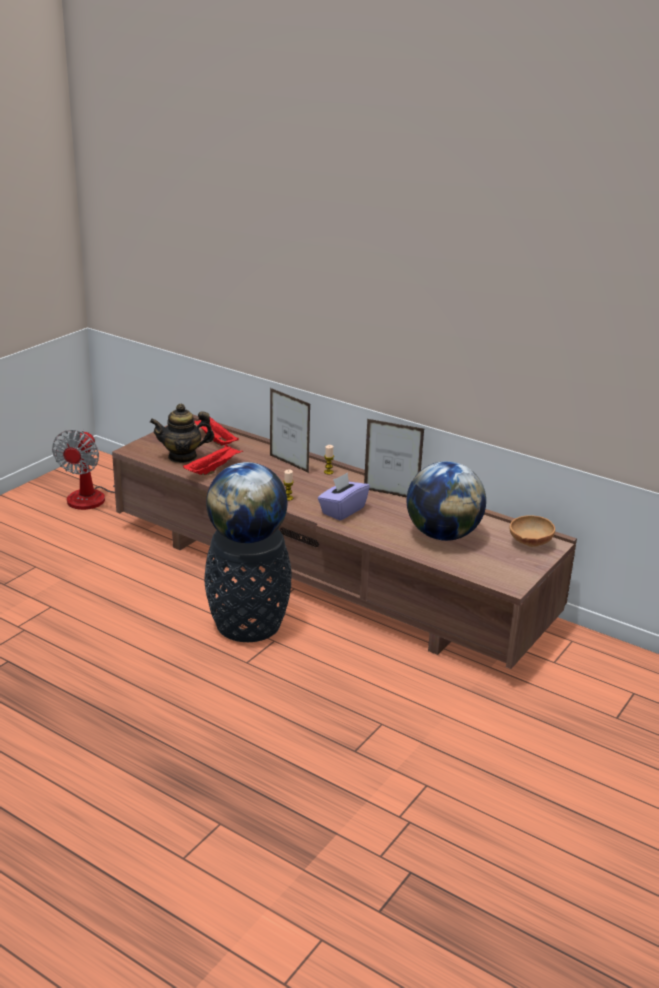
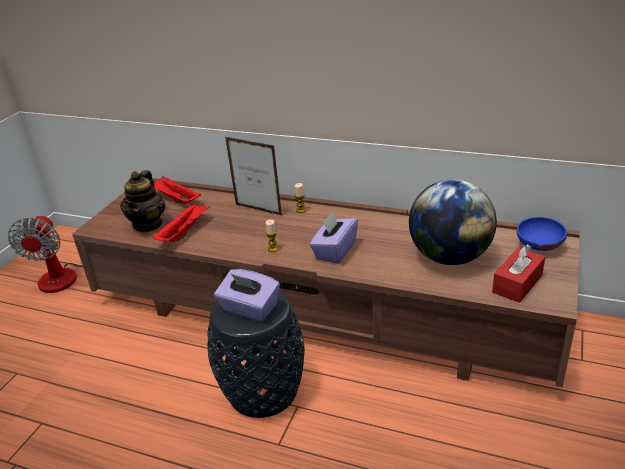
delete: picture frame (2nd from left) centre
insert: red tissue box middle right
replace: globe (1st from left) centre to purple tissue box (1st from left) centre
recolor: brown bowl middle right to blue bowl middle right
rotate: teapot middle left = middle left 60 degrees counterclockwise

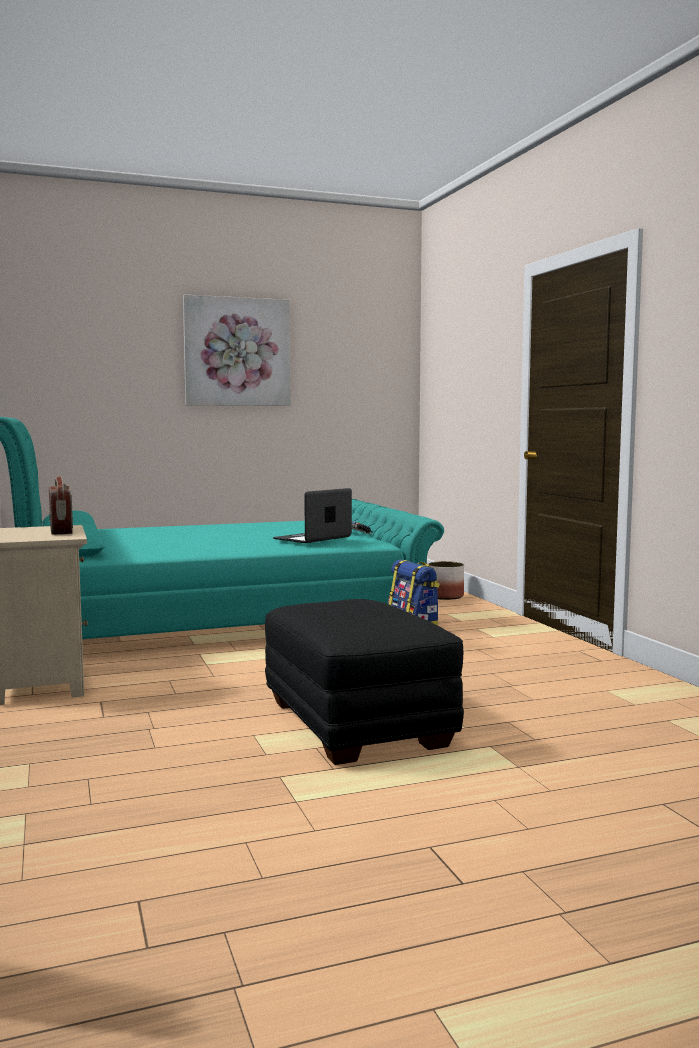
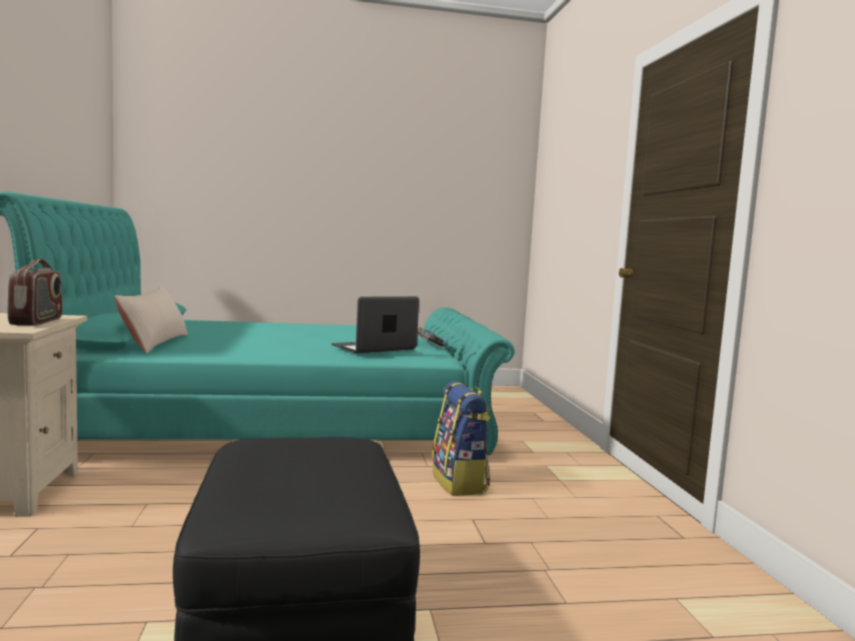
delete: picture centre; planter centre
insert: beige pillow middle left

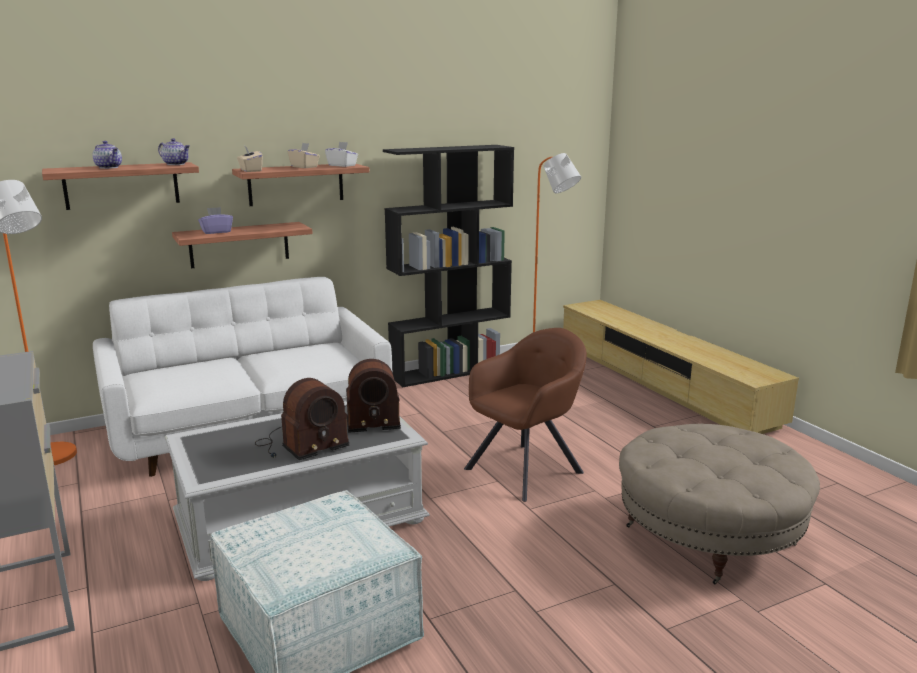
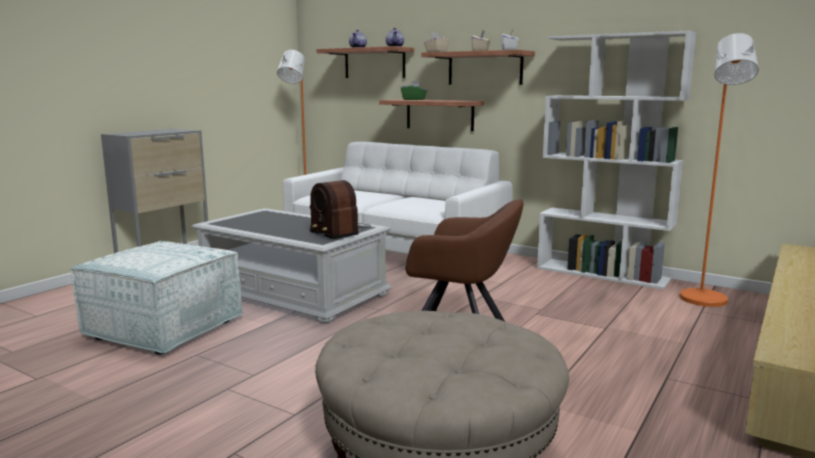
delete: radio (1st from left) middle left
recolor: black bookcase centre to white bookcase middle right; purple tissue box top left to green tissue box top centre

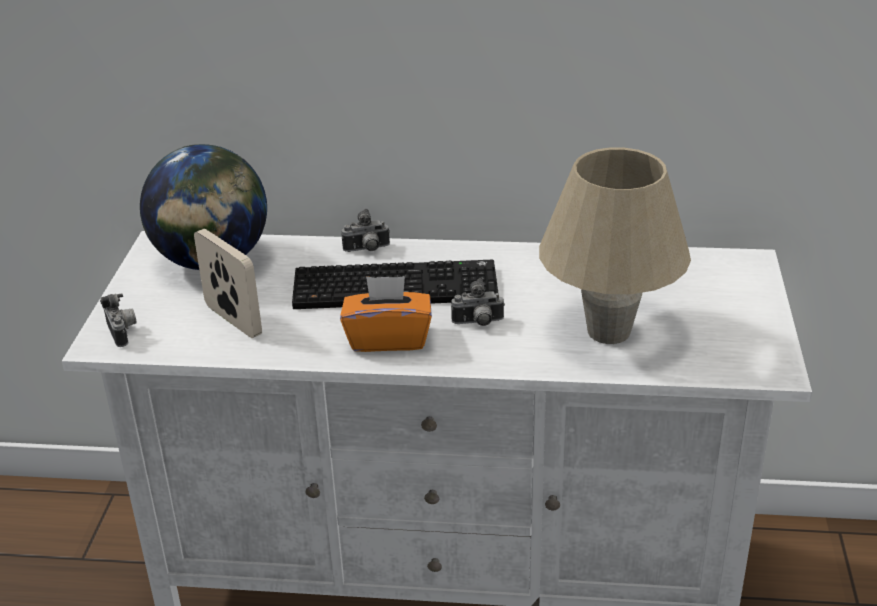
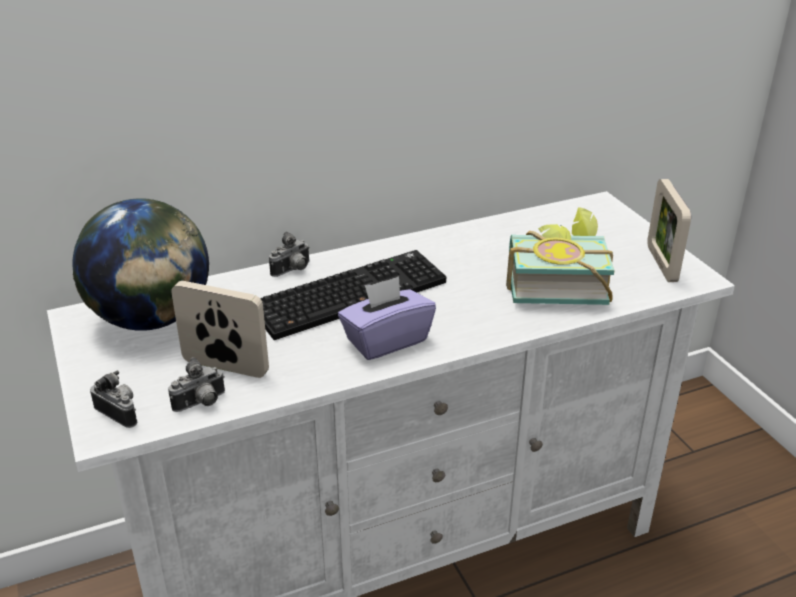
insert: picture frame (2nd from left) middle right
move: photo camera (3rd from left in the first image) centre to photo camera (2nd from left) middle left
replace: beige table lamp middle right to book middle right
recolor: orange tissue box centre to purple tissue box centre

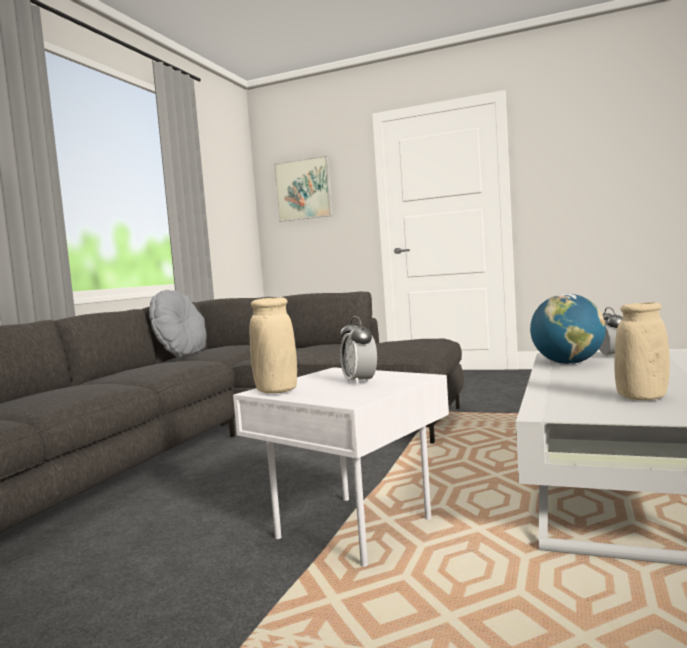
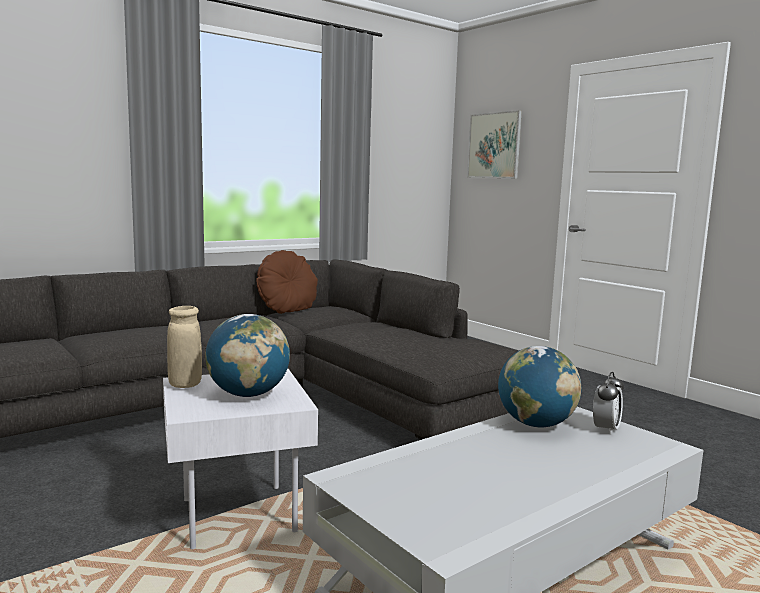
delete: beige vase (2nd from left) middle right
replace: alarm clock (1st from left) centre to globe (1st from left) middle left
recolor: grey pillow middle left to brown pillow centre

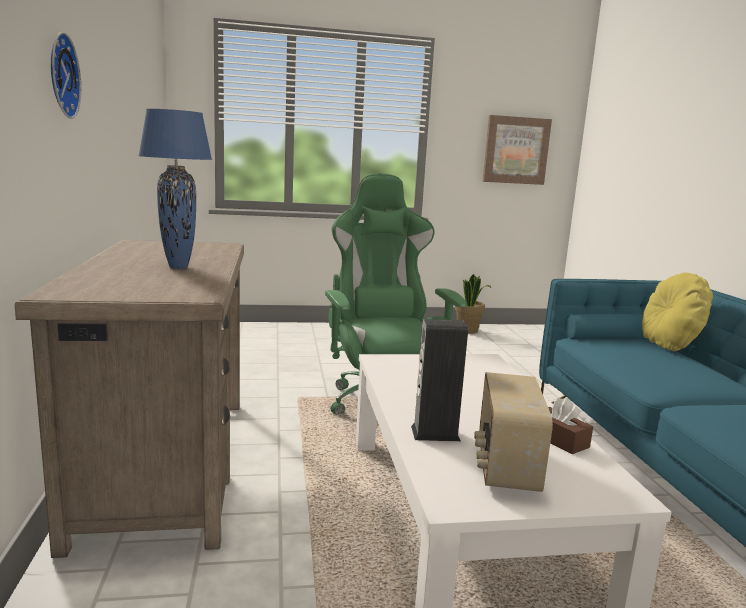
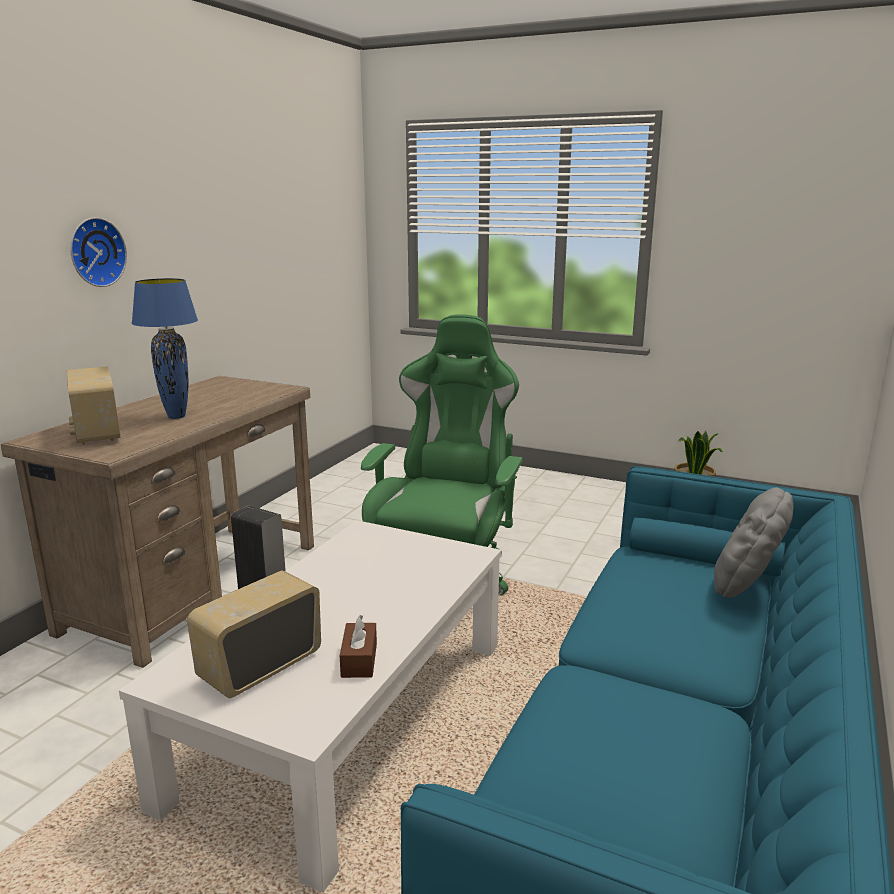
delete: picture top right
insert: radio (1st from left) middle left
recolor: yellow pillow middle right to grey pillow middle right

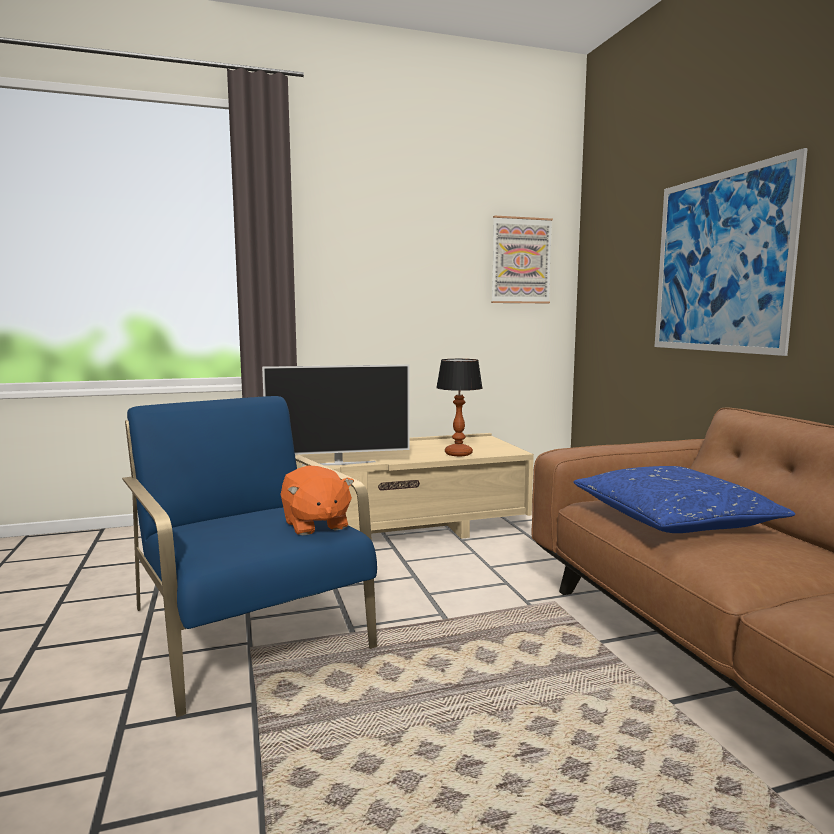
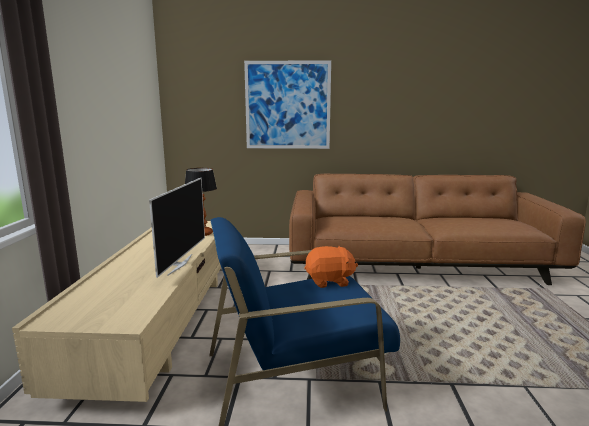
delete: picture (1st from left) top centre; blue pillow middle right

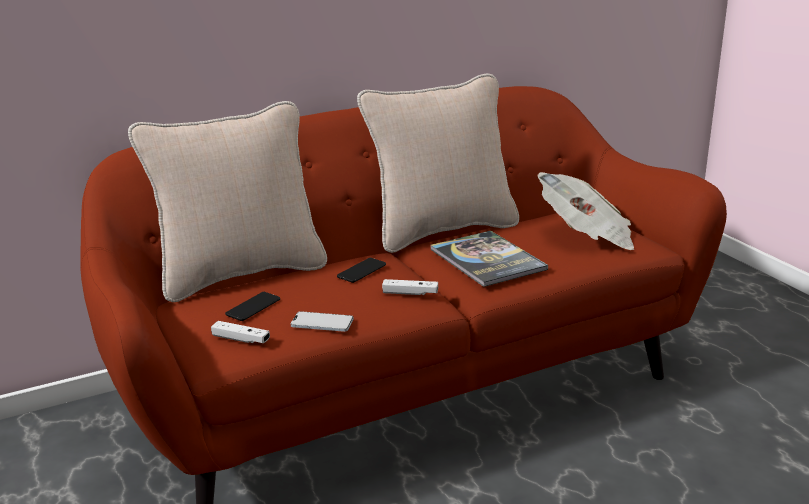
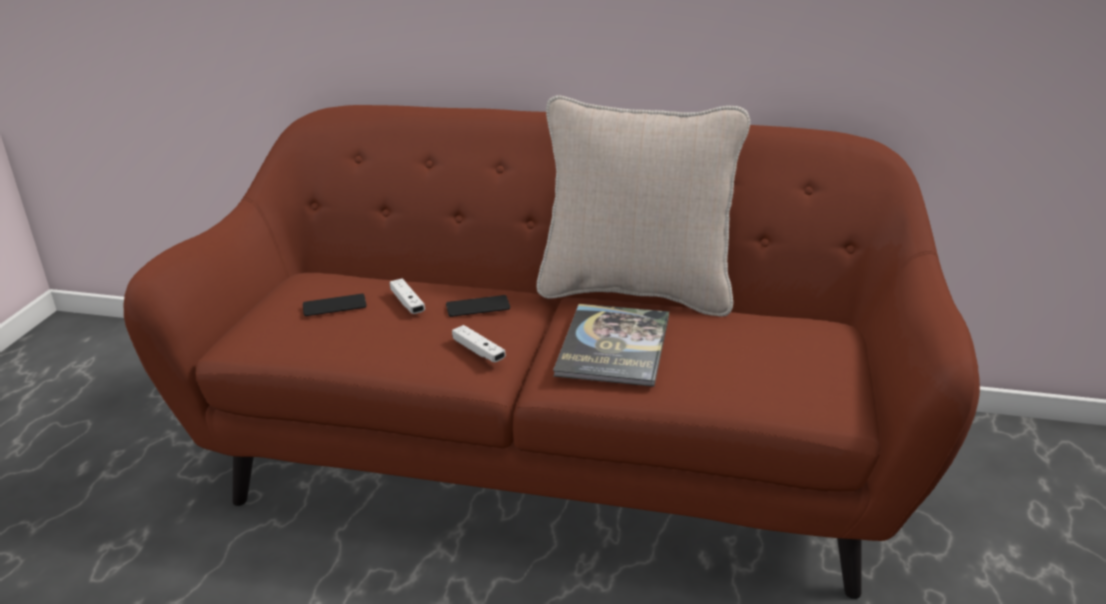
delete: beige pillow (1st from left) middle left; newspaper middle right; phone (2nd from left) centre
move: white game controller (1st from left) middle left to centre

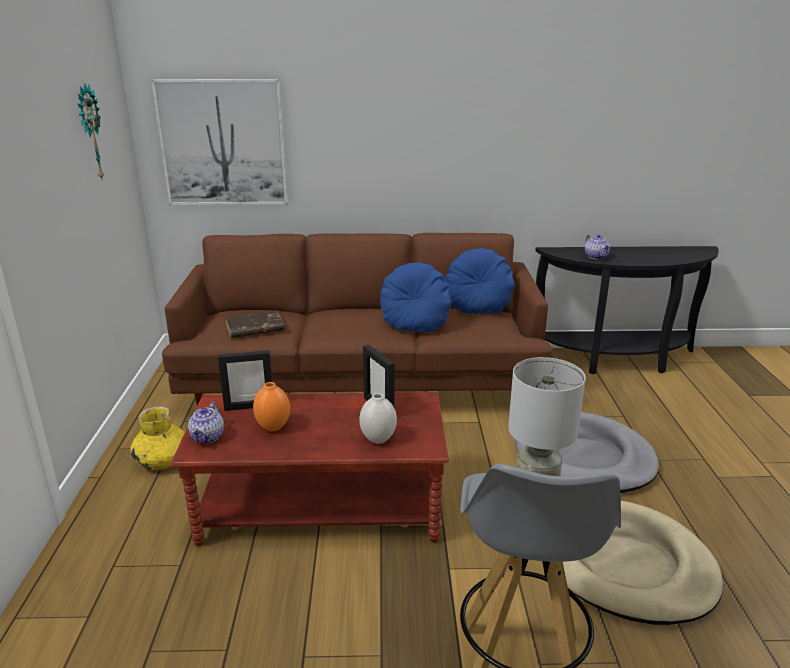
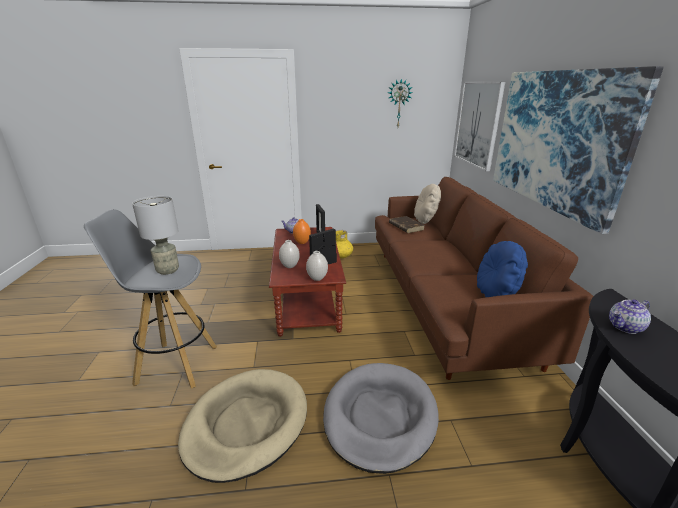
delete: blue pillow (1st from left) centre
insert: picture (2nd from left) top right; beige pillow centre; white vase (2nd from left) centre

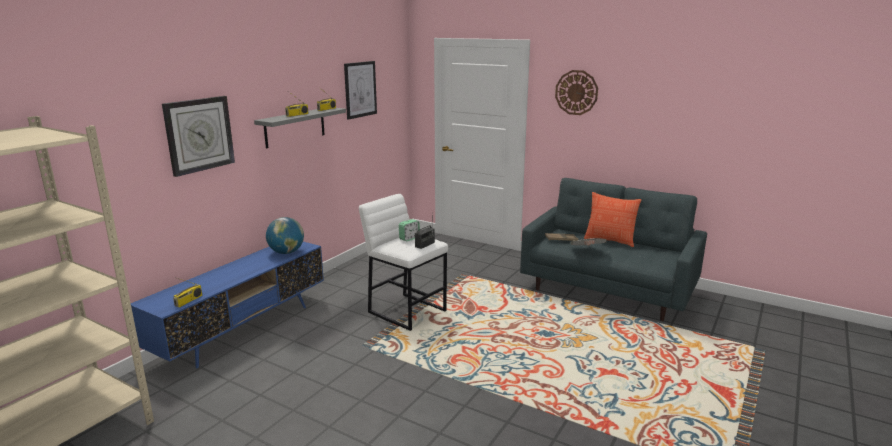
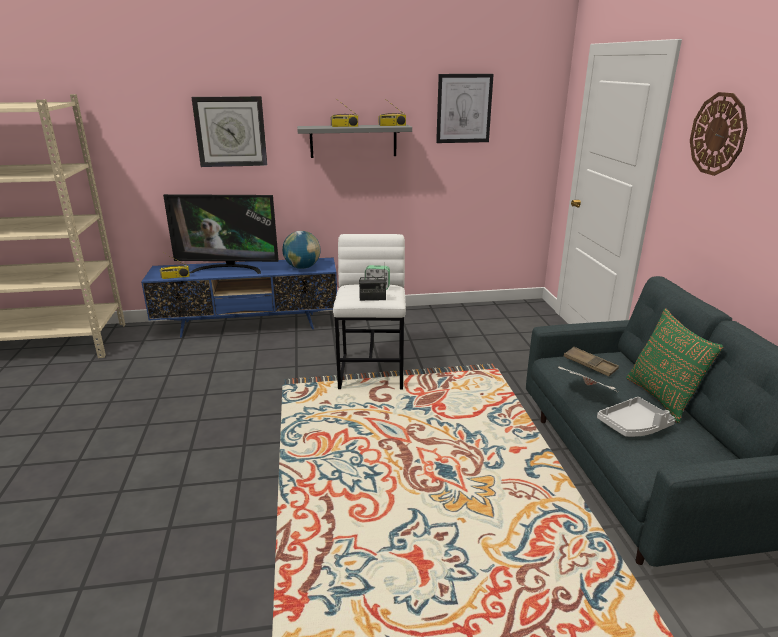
insert: television middle left; grey tray middle right
recolor: orange pillow middle right to green pillow middle right

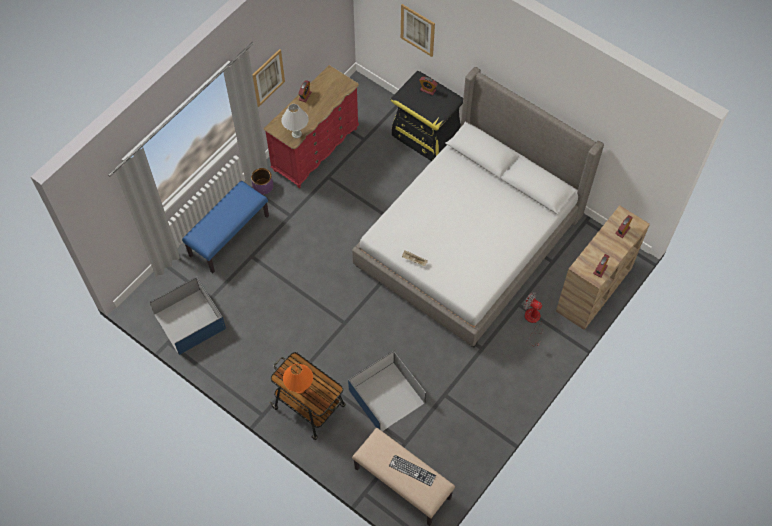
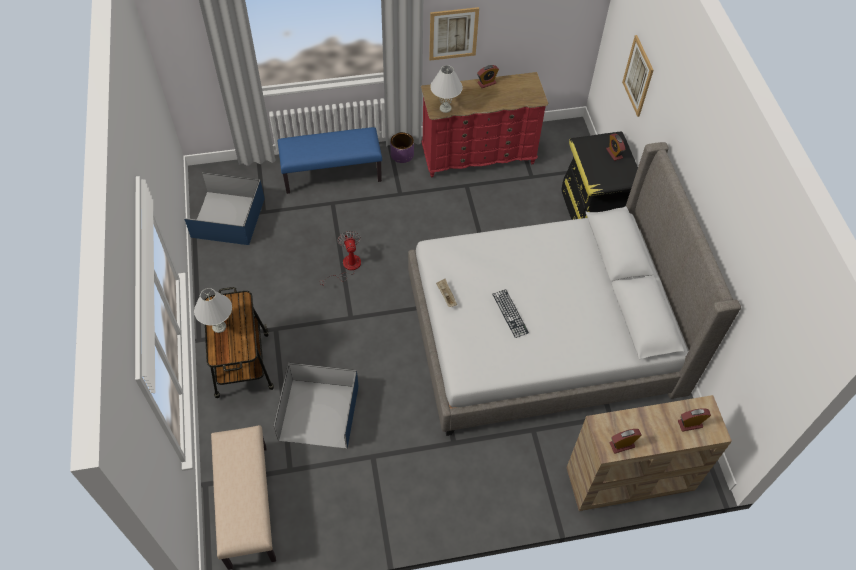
move: fan middle right to centre; keyboard bottom centre to centre
recolor: orange table lamp bottom centre to white table lamp (1st from left) middle left

